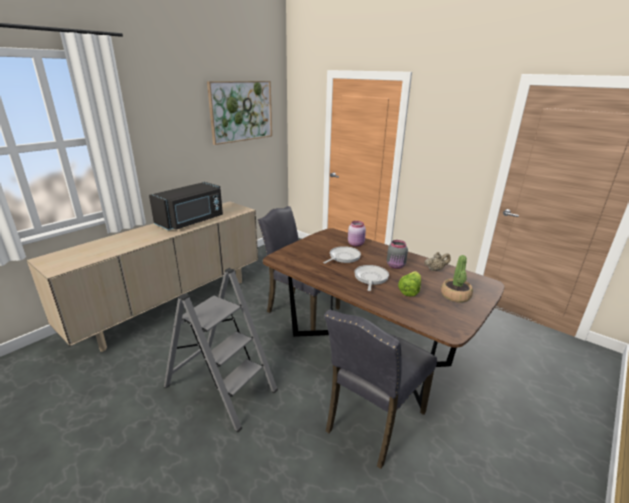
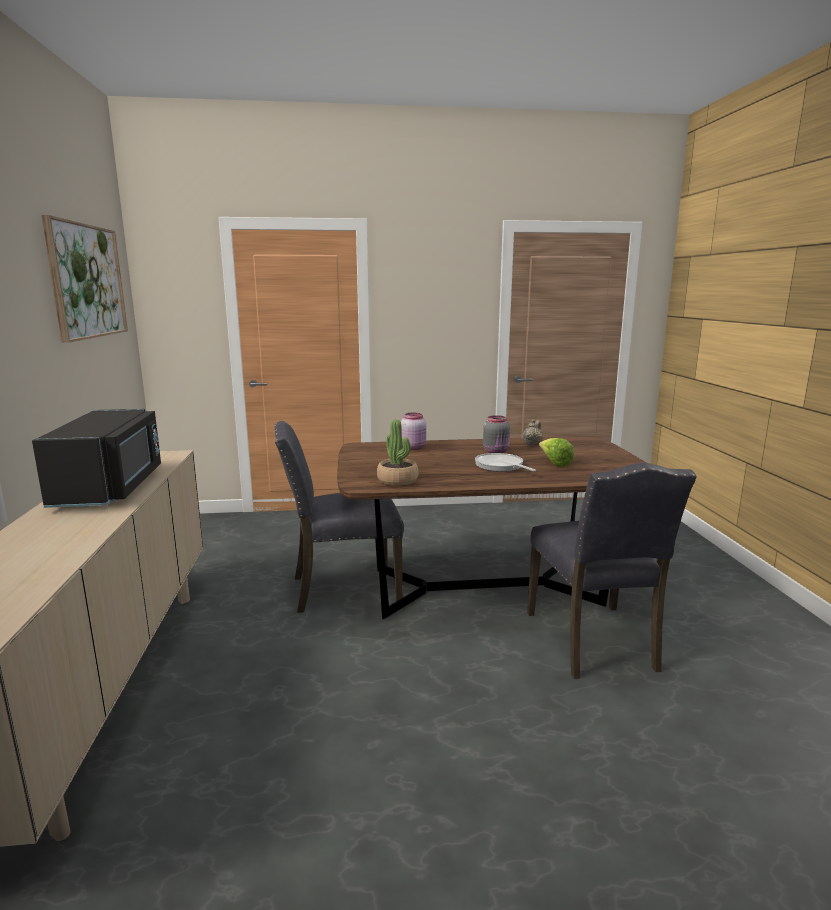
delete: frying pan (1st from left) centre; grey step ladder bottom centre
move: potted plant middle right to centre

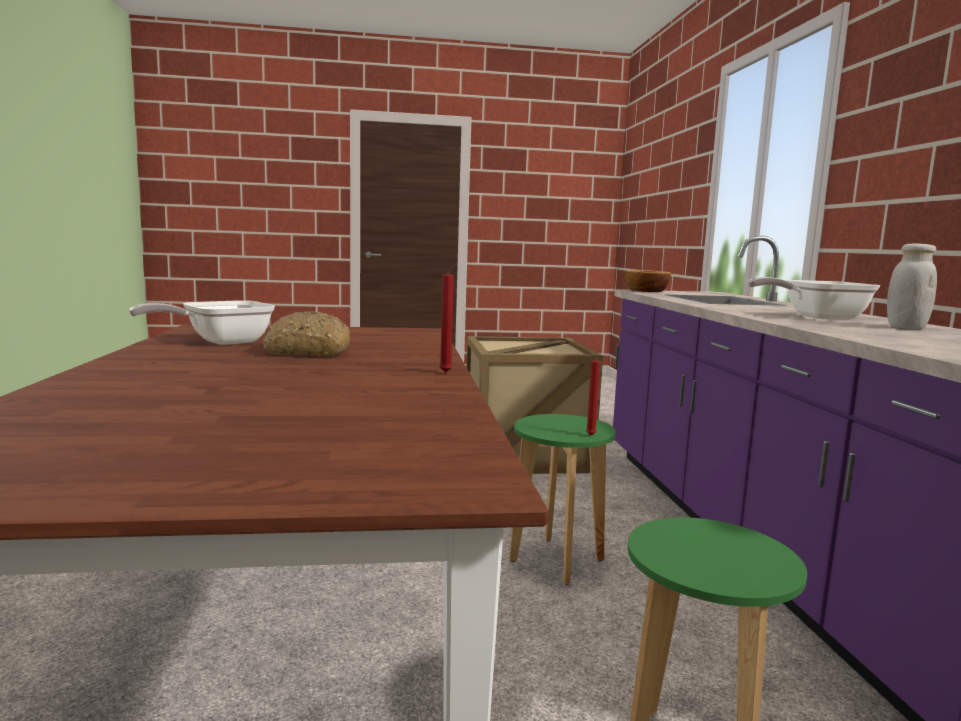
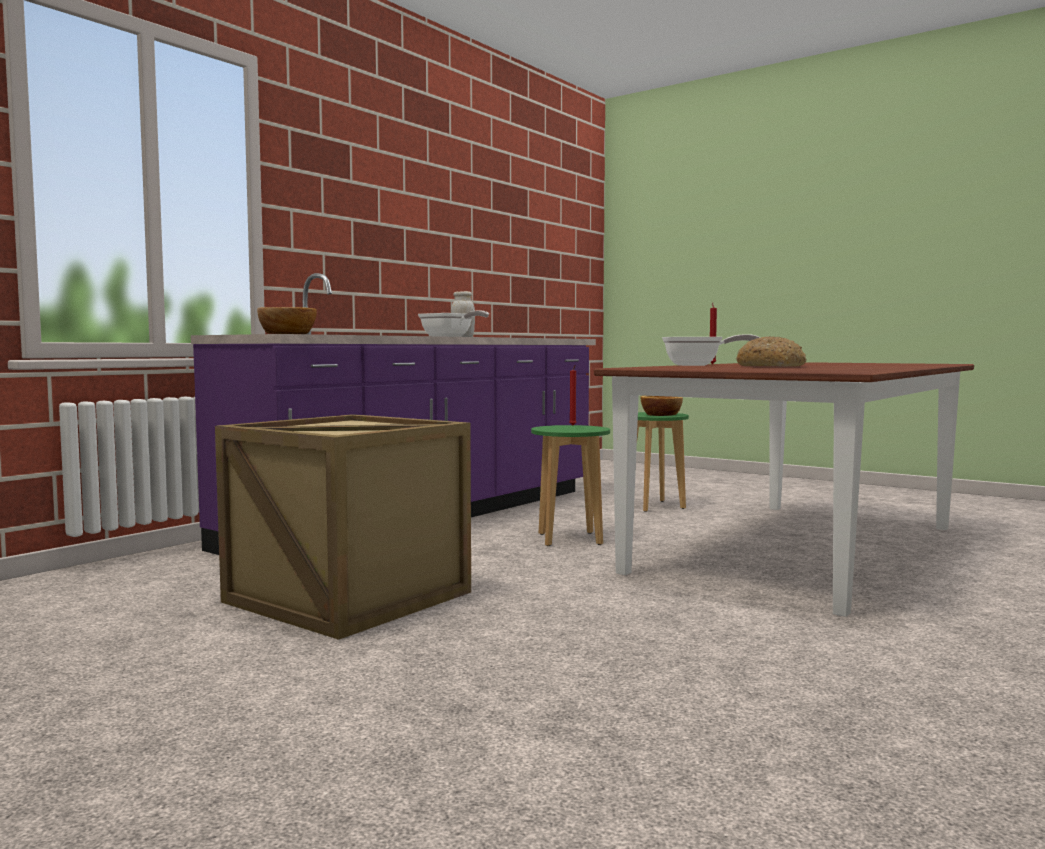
insert: bowl (2nd from left) centre
move: frying pan (1st from left in the first image) middle left to frying pan (2nd from left) middle right

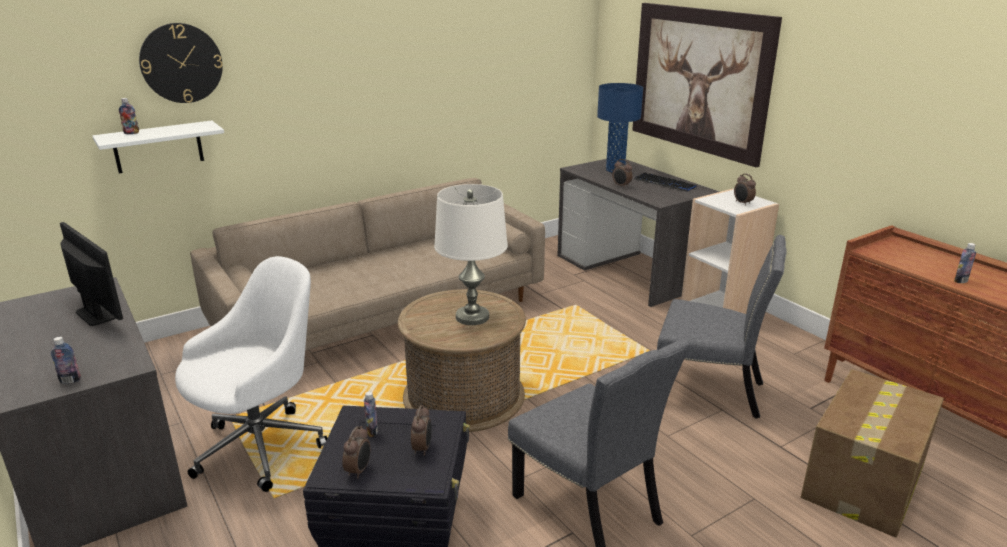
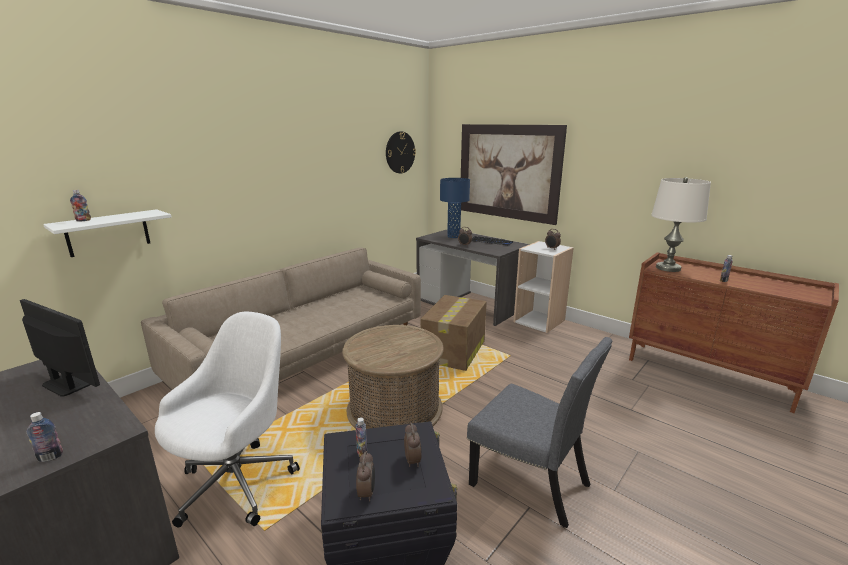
delete: grey chair (2nd from left) middle right
move: wall clock top left to top centre; white table lamp centre to middle right; cardboard box bottom right to centre

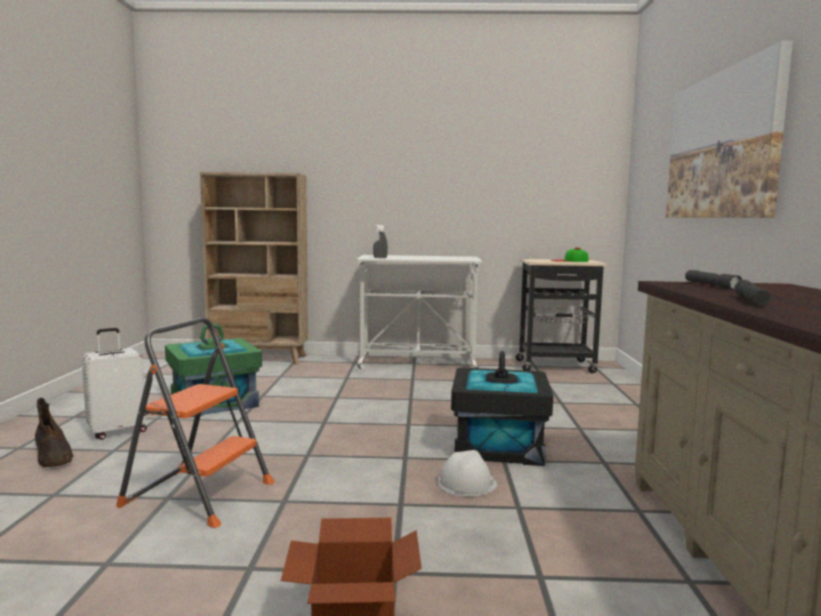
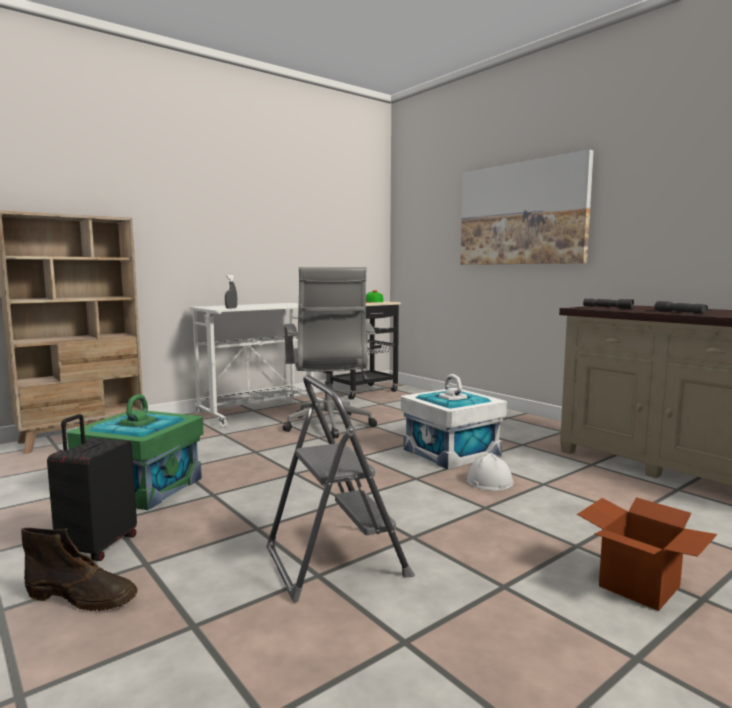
insert: grey office chair centre
recolor: orange step ladder bottom left to grey step ladder bottom centre; white suitcase middle left to black suitcase bottom left; black storage box centre to white storage box centre

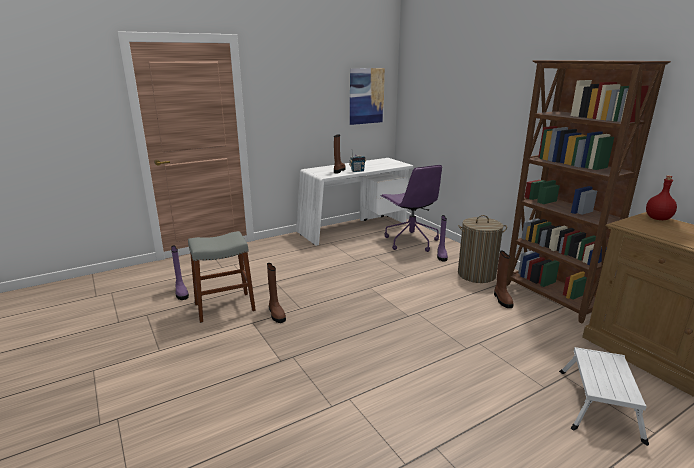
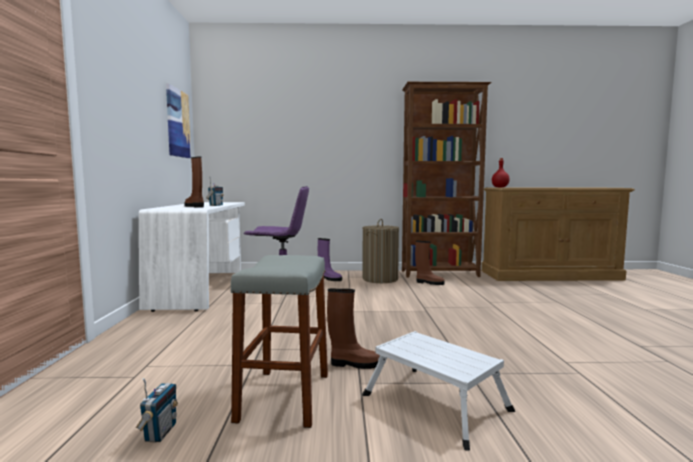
move: white step ladder bottom right to bottom centre
replace: purple boot (1st from left) middle left to radio (1st from left) bottom left

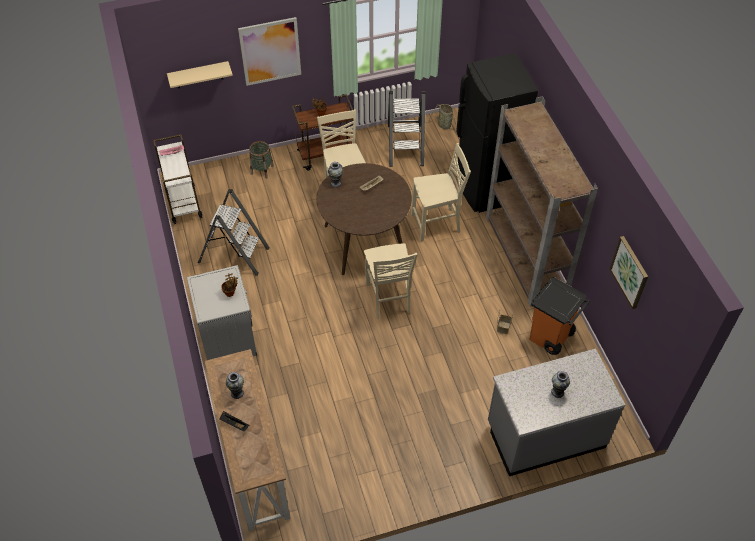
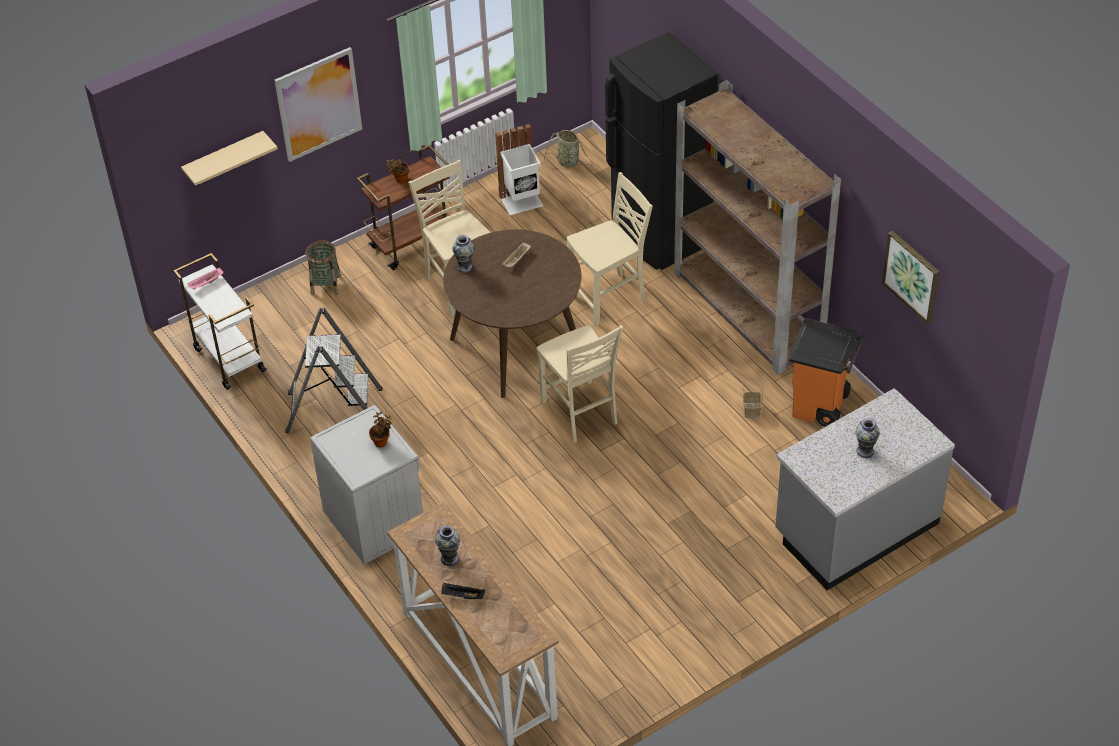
replace: grey step ladder (2nd from left) top centre to white trash can top centre

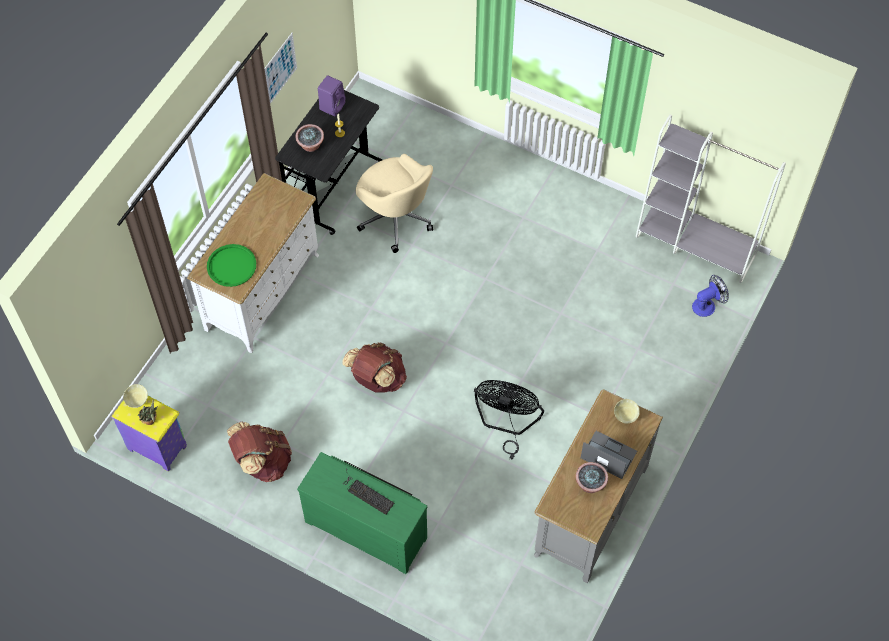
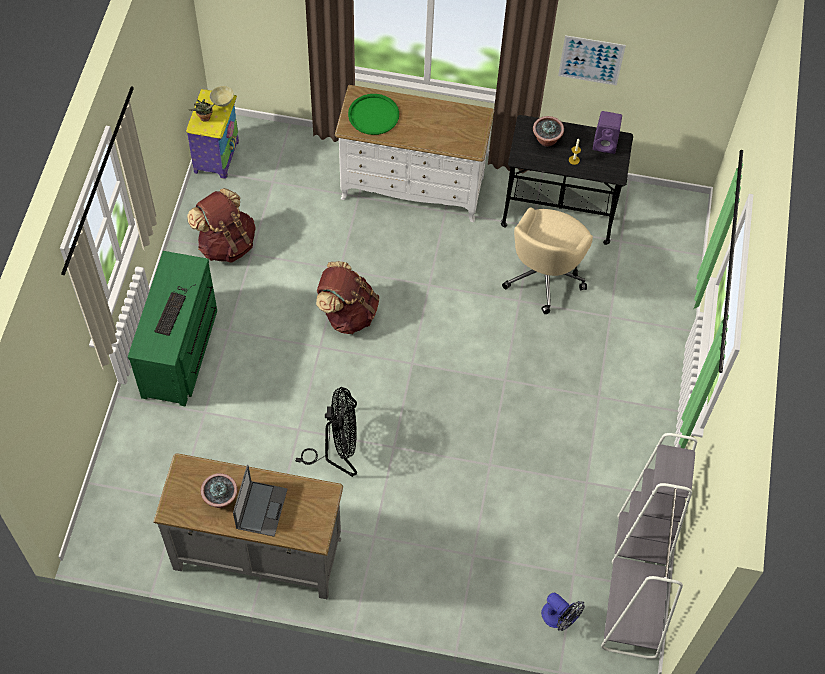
delete: beige bowl (2nd from left) middle right

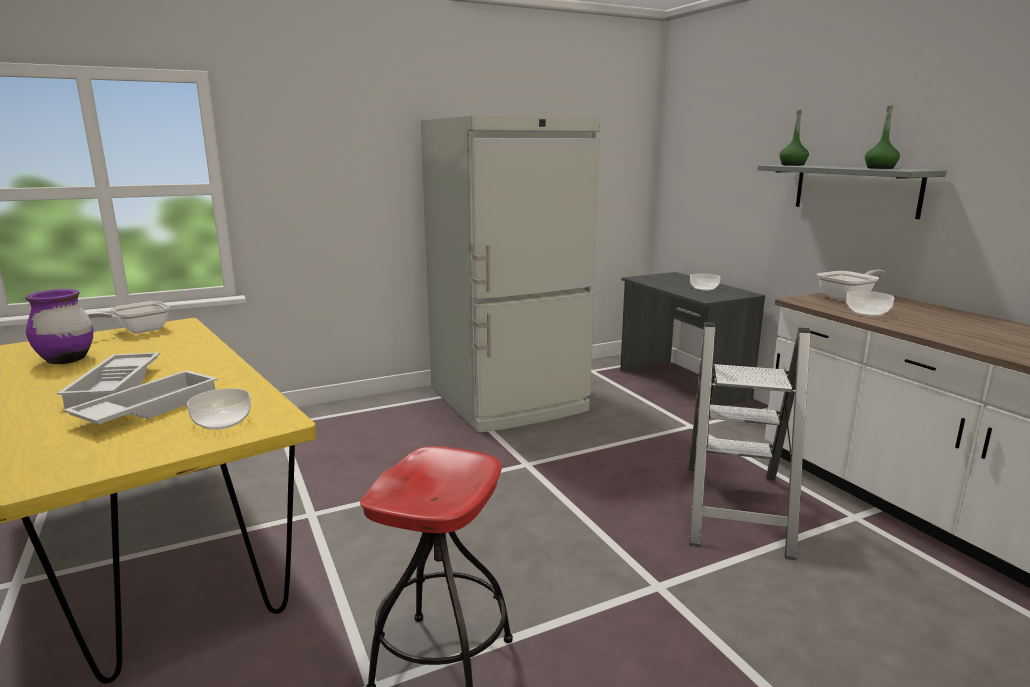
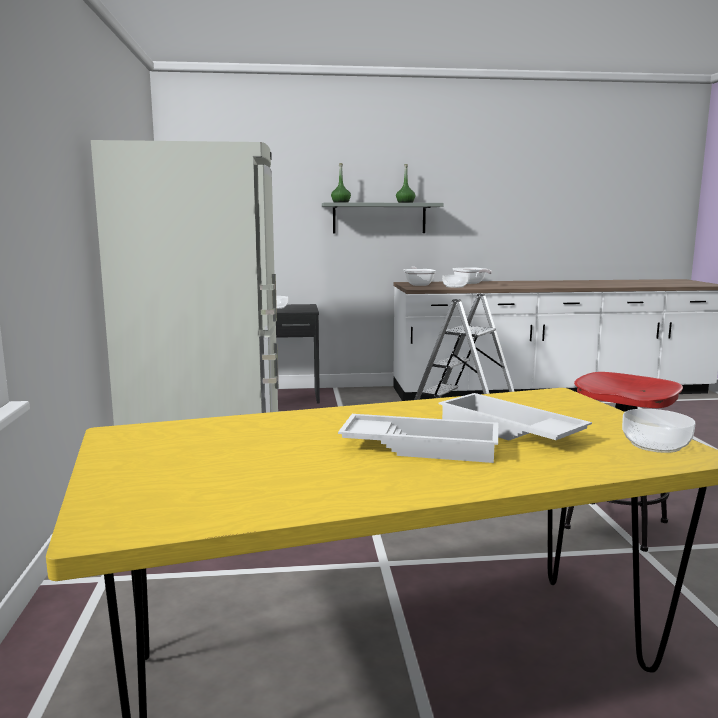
delete: purple vase middle left
move: frying pan (1st from left in the first image) middle left to frying pan (2nd from left) centre; bowl (1st from left in the first image) middle left to bowl (3rd from left) middle right

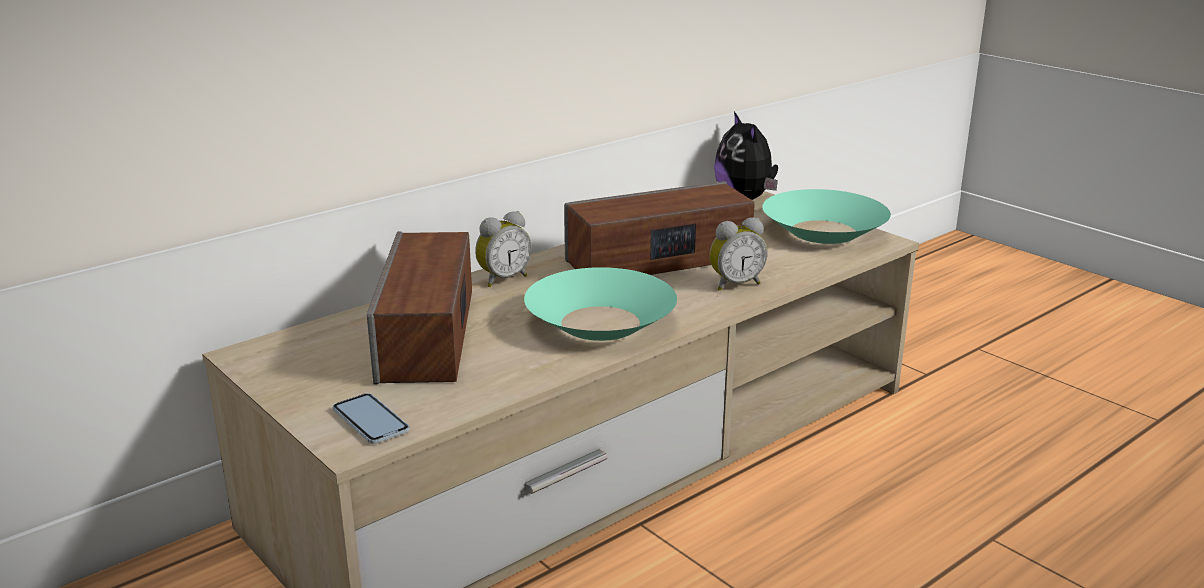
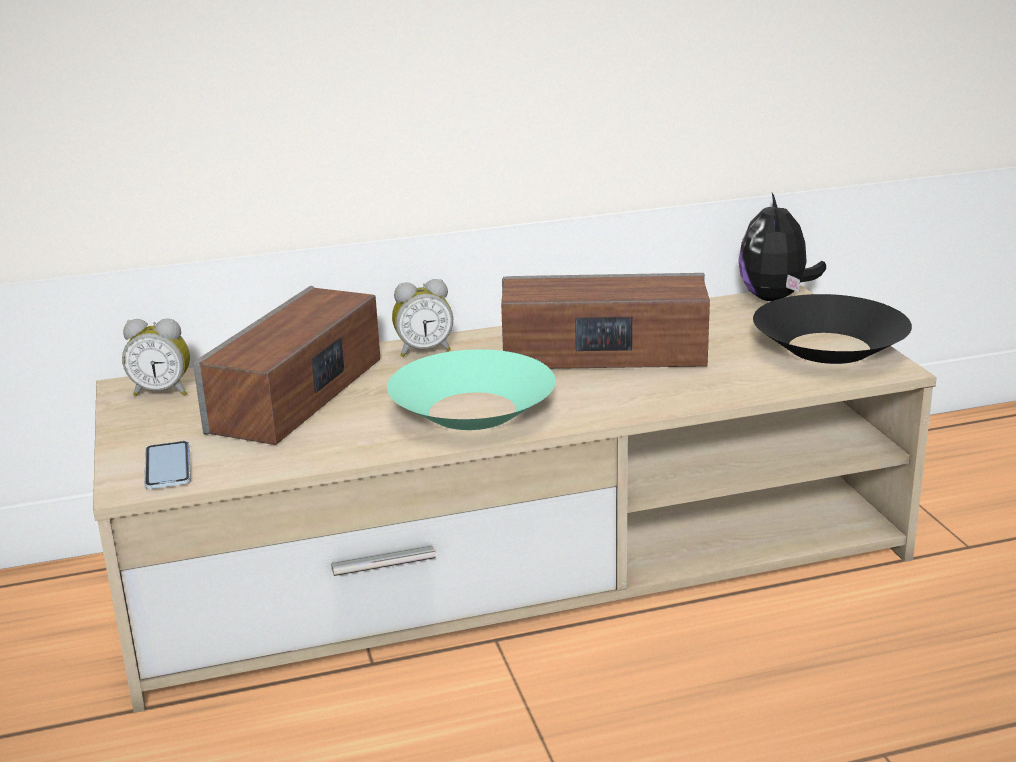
move: alarm clock (2nd from left in the first image) centre to alarm clock (1st from left) middle left
recolor: turquoise bowl (2nd from left) middle right to black bowl middle right

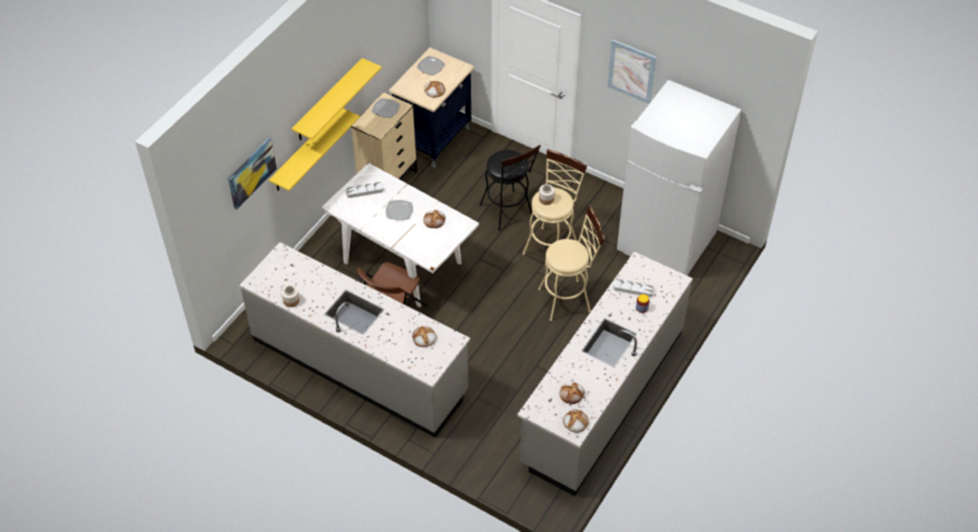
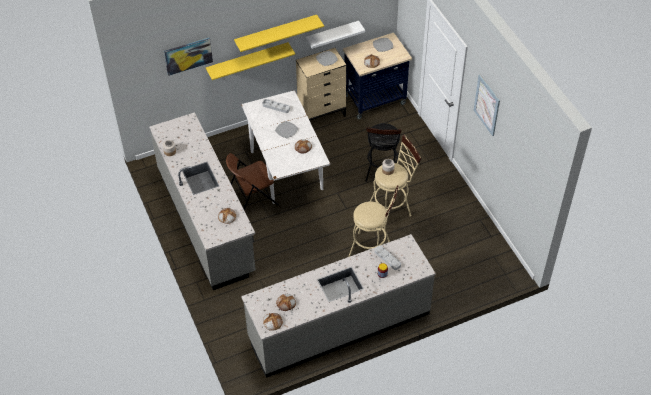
delete: white fridge middle right
insert: white shelf top centre

